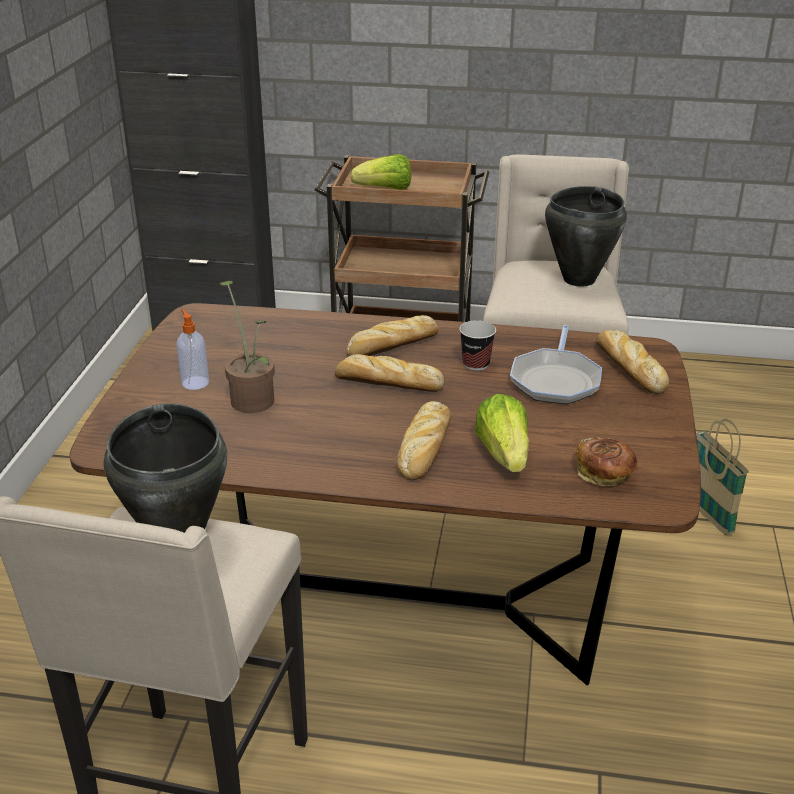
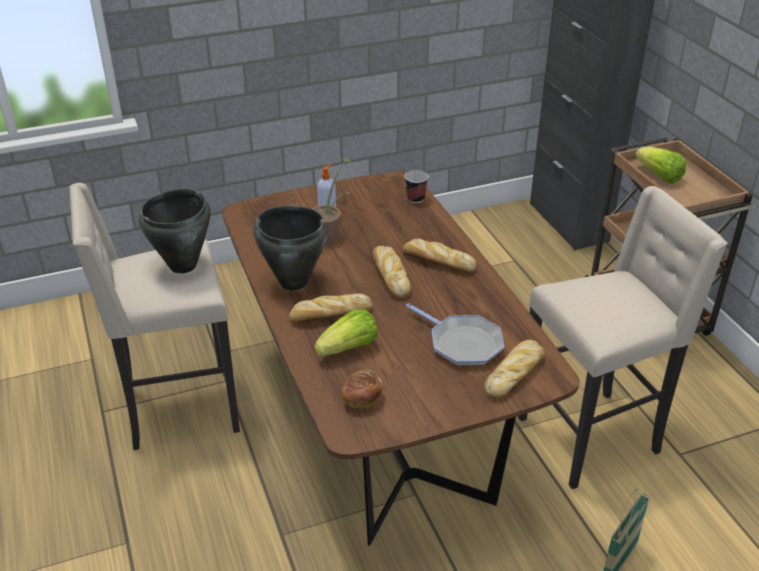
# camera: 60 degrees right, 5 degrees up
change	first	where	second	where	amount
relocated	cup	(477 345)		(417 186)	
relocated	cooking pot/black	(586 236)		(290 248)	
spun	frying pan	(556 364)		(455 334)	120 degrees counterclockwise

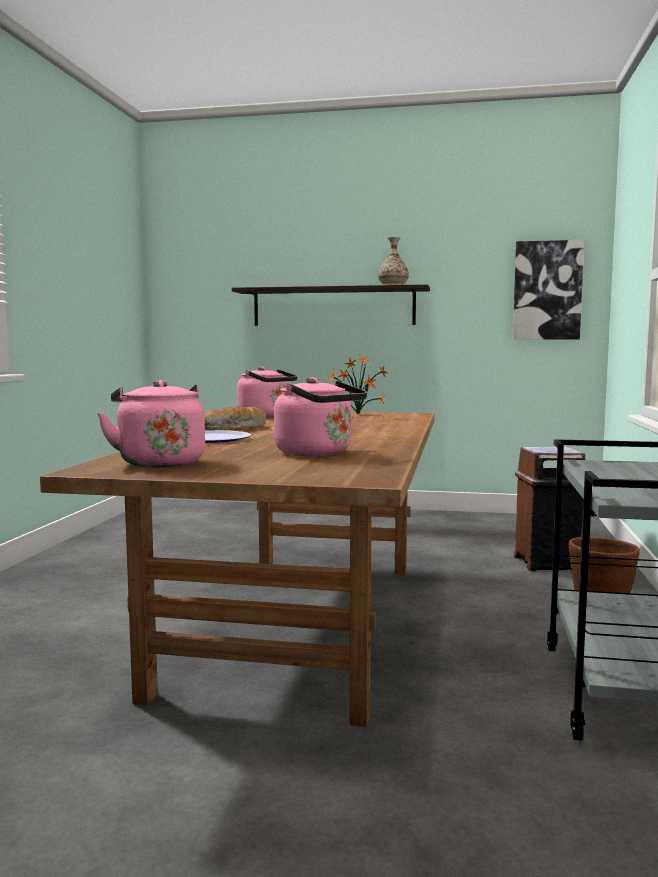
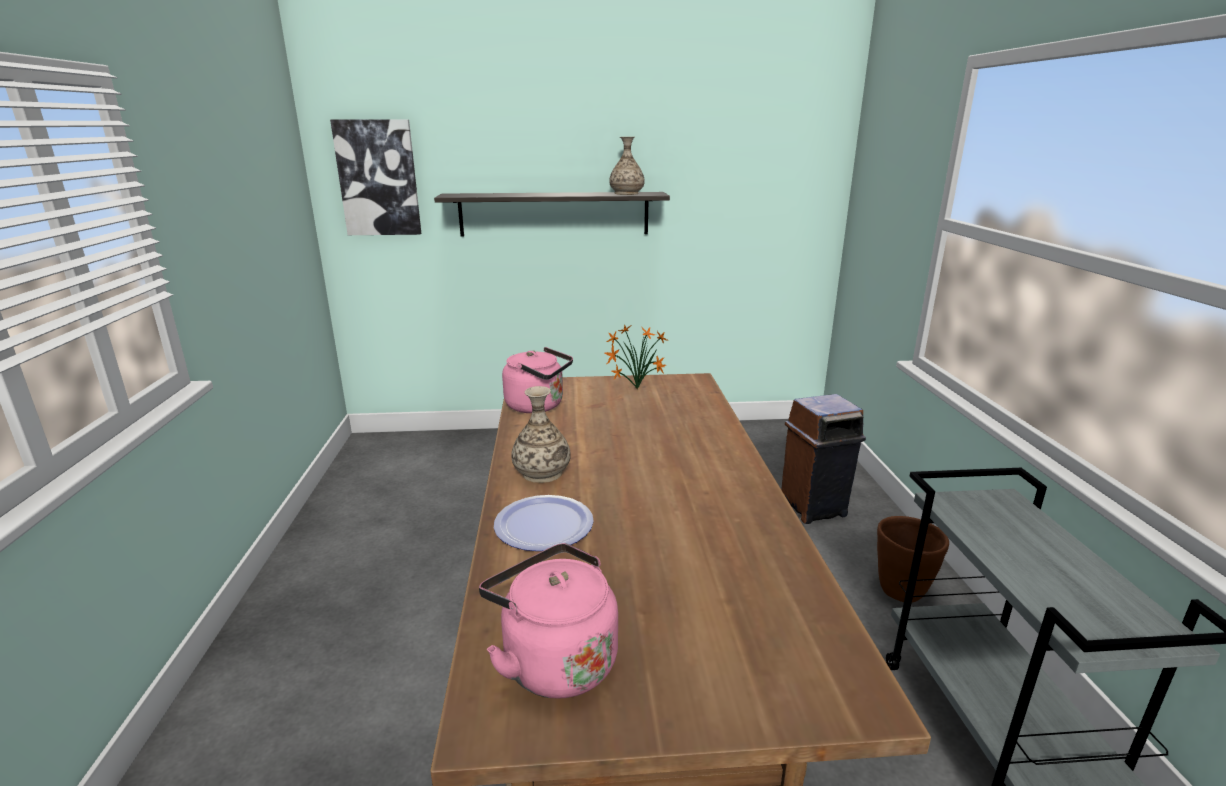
# camera: 15 degrees left, 15 degrees up
change	first	where	second	where	amount
missing	kettle/pink	(320 416)			
relocated	picture	(548 290)		(375 177)	
exchanged	bread	(235 418)	vase	(541 434)	

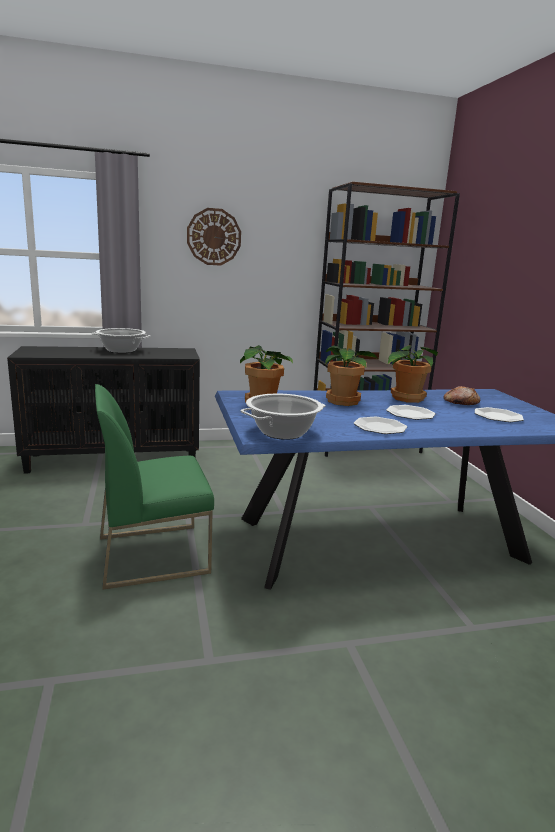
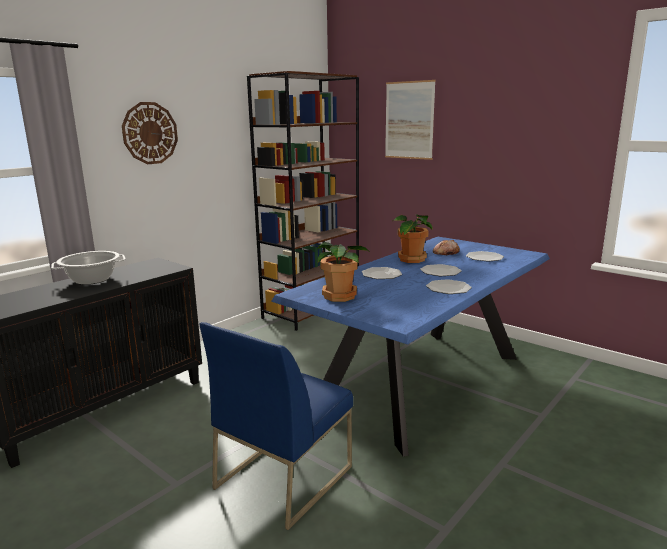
# camera: 35 degrees left, 0 degrees up
change	first	where	second	where	amount
missing	cooking pot	(283 417)			
appeared			picture	(410 120)	
exchanged	potted plant	(351 375)	plate	(382 273)	
colour	chair/green	(154 487)	chair/blue	(276 426)	

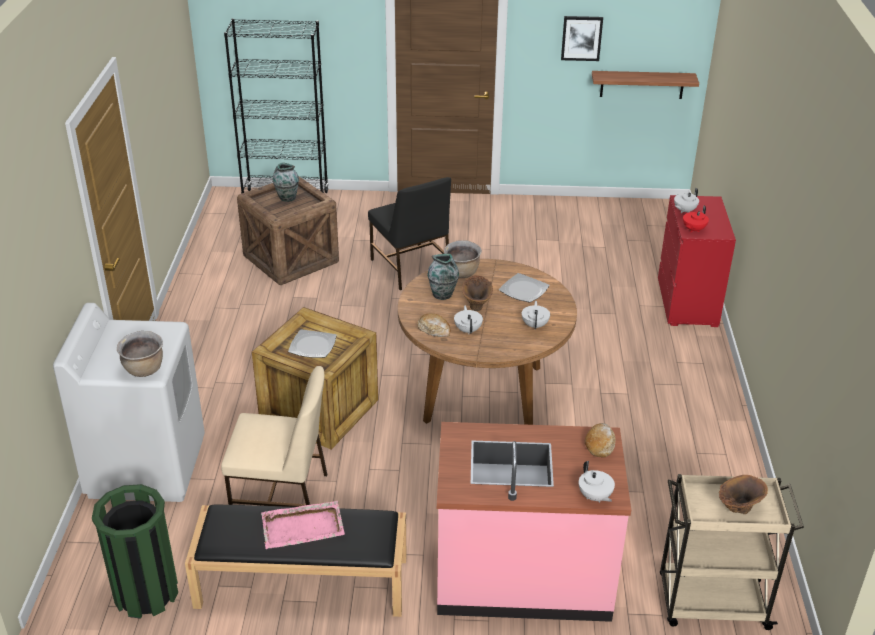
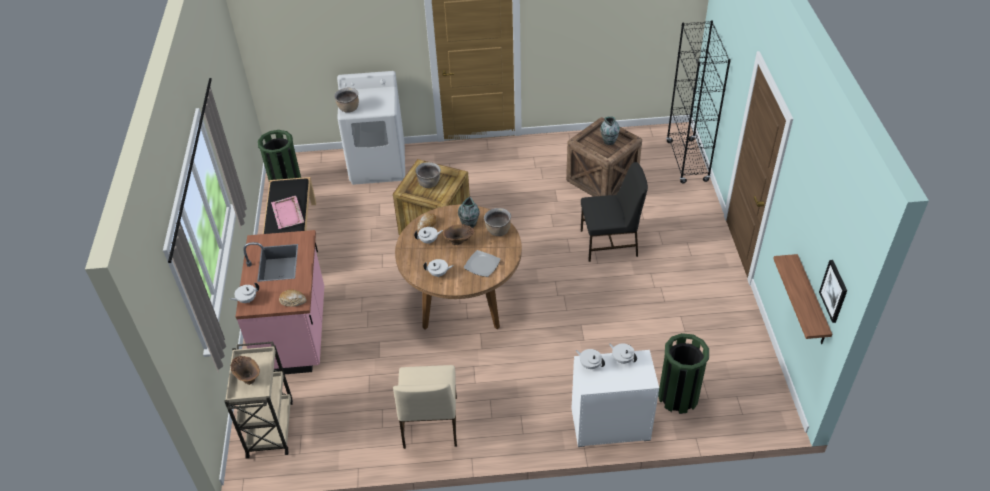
# camera: 85 degrees right, 10 degrees up
change	first	where	second	where	amount
appeared			trash can/green	(683 373)	
relocated	chair/beige	(274 436)		(425 407)	
relocated	picture	(582 38)		(833 291)	
exchanged	plate	(312 343)	cooking pot/brown	(428 175)	
colour	dresser/red	(697 261)	dresser/white	(615 398)	
colour	teapot/red	(696 219)	teapot/white	(590 359)	
spun	chair/black	(409 233)		(614 212)	150 degrees counterclockwise

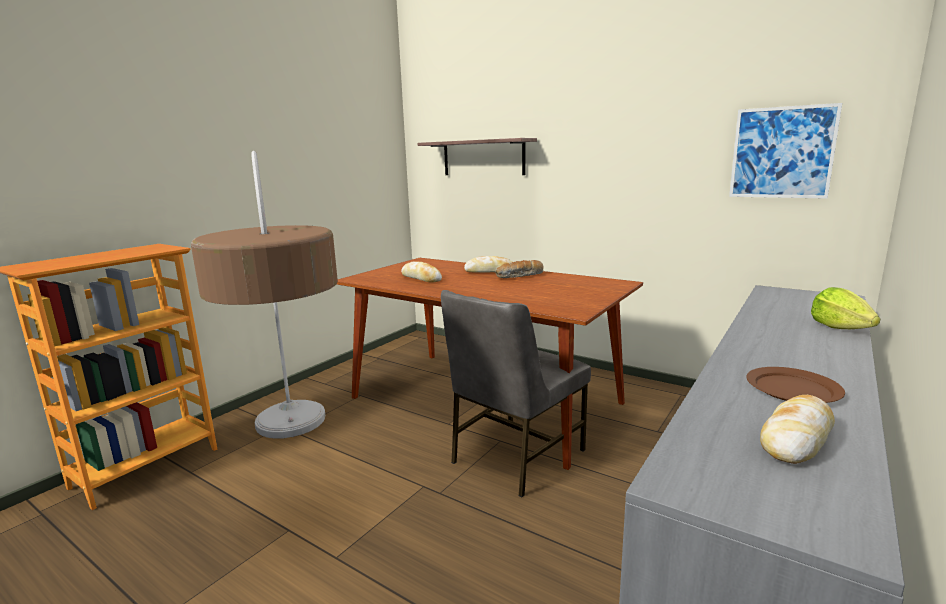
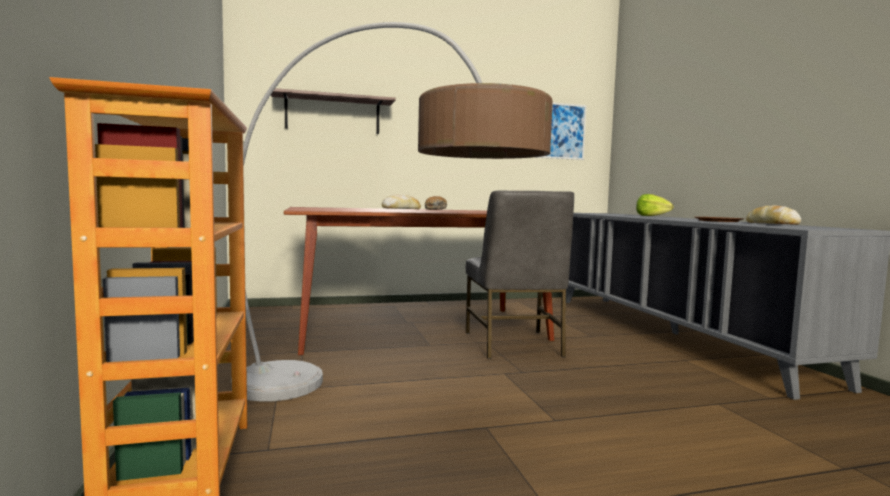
# camera: 50 degrees left, 10 degrees down
change	first	where	second	where	amount
missing	bread	(421 272)			

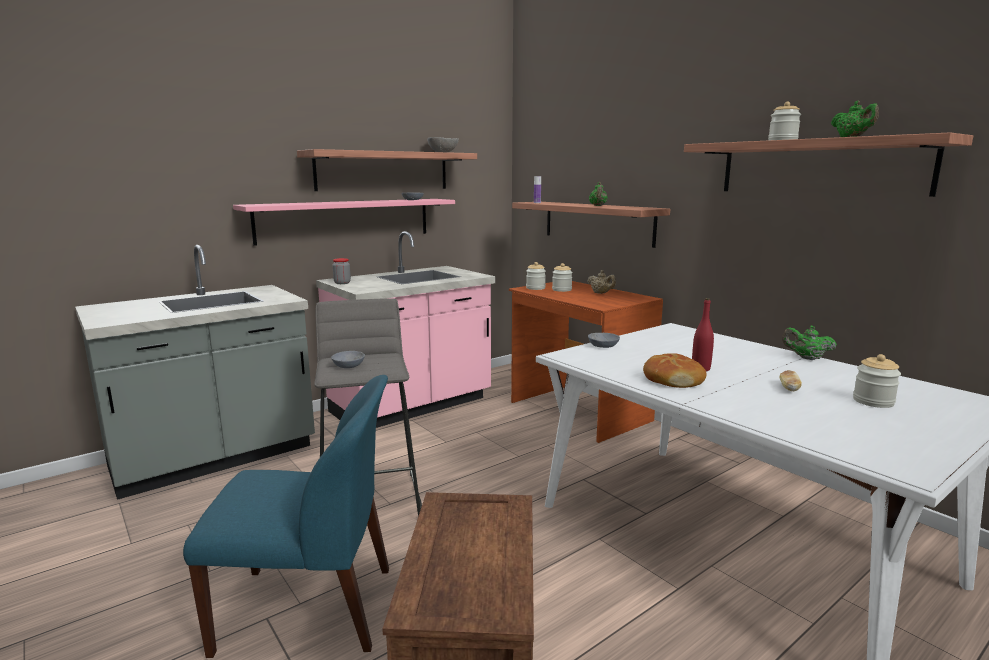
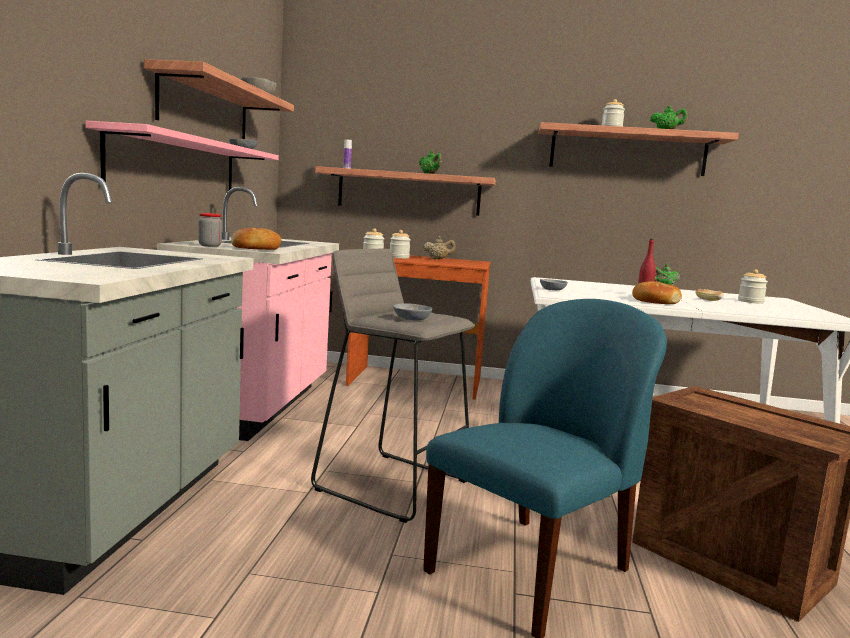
# camera: 45 degrees left, 5 degrees down
change	first	where	second	where	amount
appeared			bread	(256 239)	

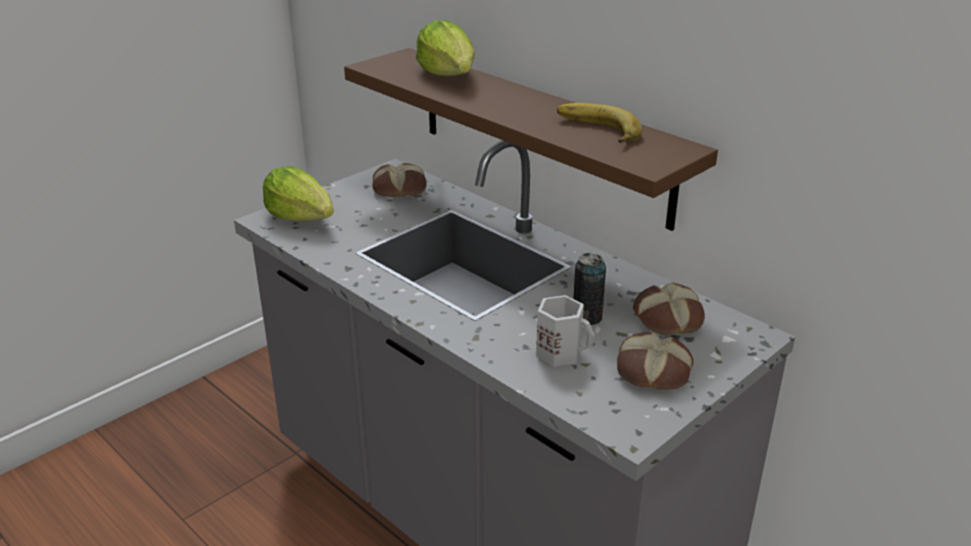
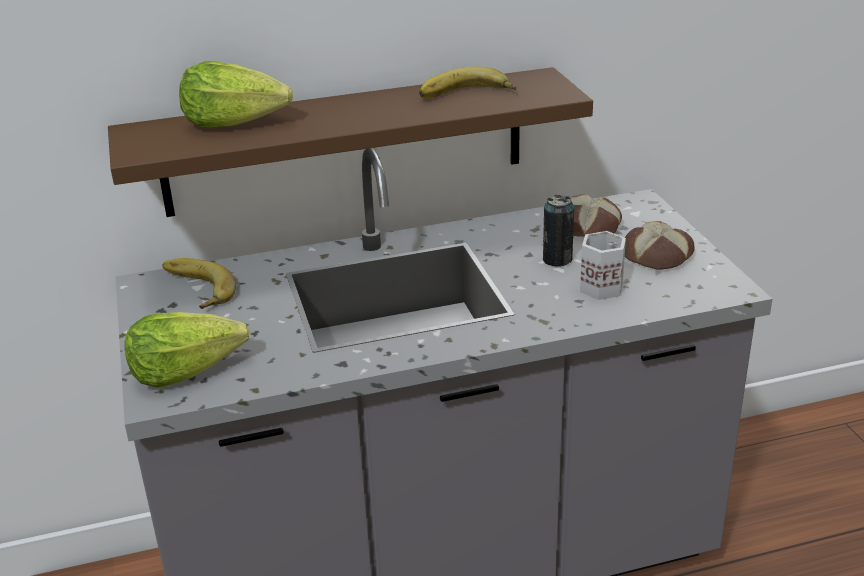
# camera: 60 degrees left, 0 degrees up
change	first	where	second	where	amount
exchanged	bread	(399 180)	banana	(199 283)	

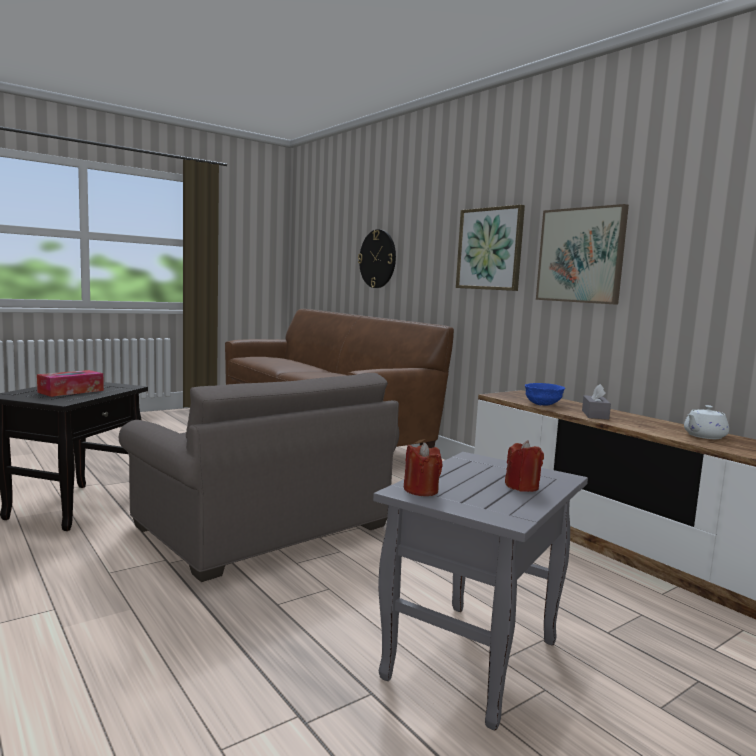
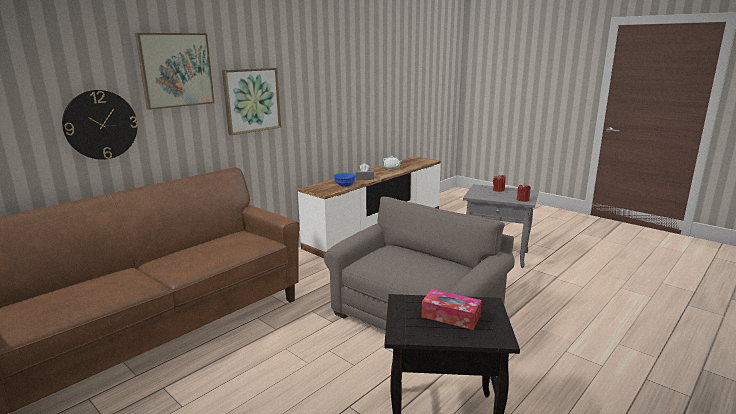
# camera: 100 degrees left, 10 degrees up
change	first	where	second	where	amount
relocated	picture	(582 254)		(175 71)	

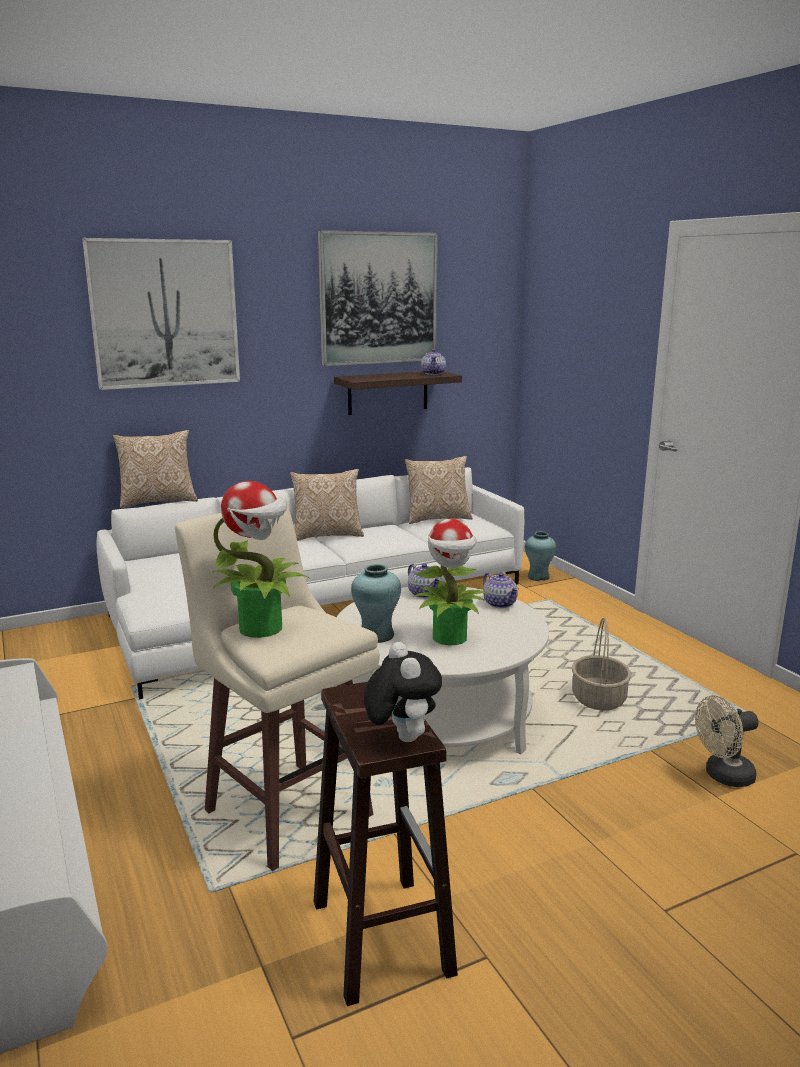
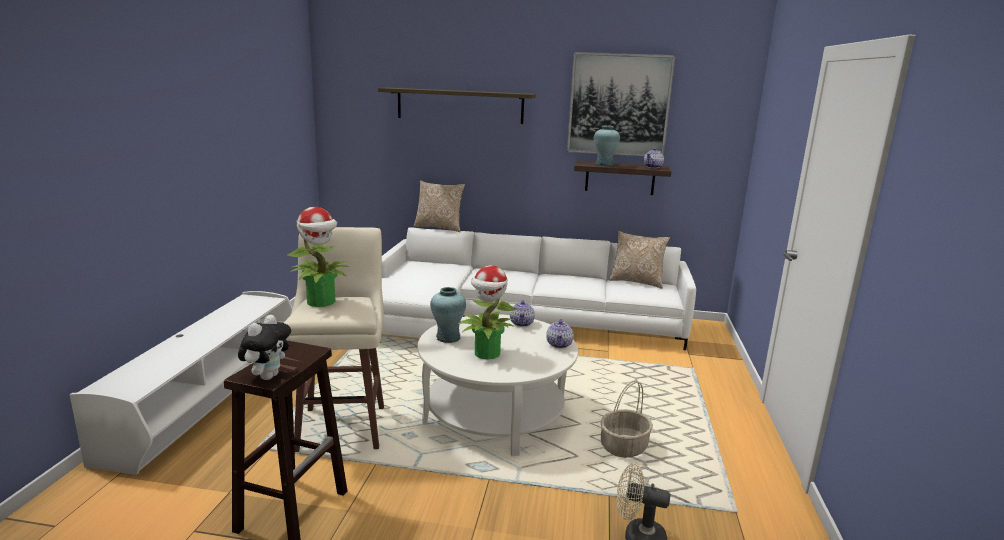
# camera: 35 degrees right, 0 degrees up
change	first	where	second	where	amount
missing	pillow	(327 505)			
relocated	vase/turquoise	(541 556)		(607 146)	
exchanged	picture	(161 314)	shelf	(457 106)	

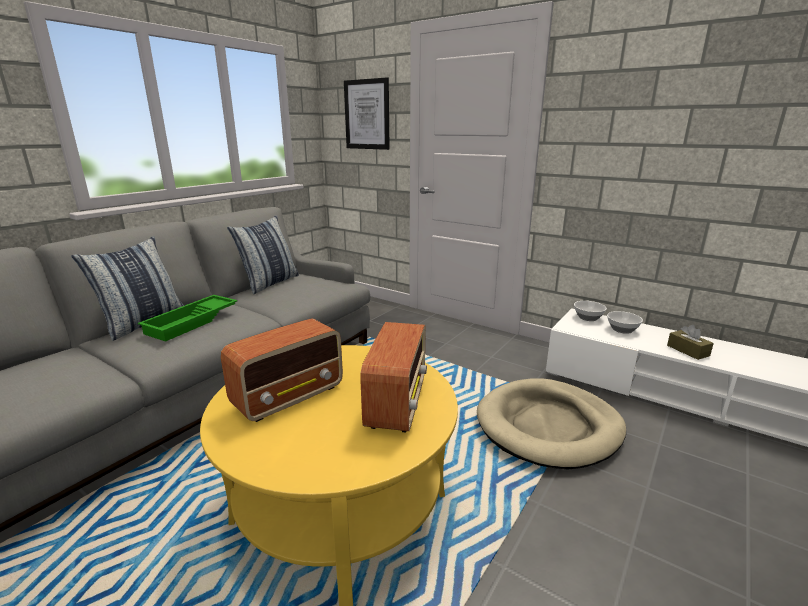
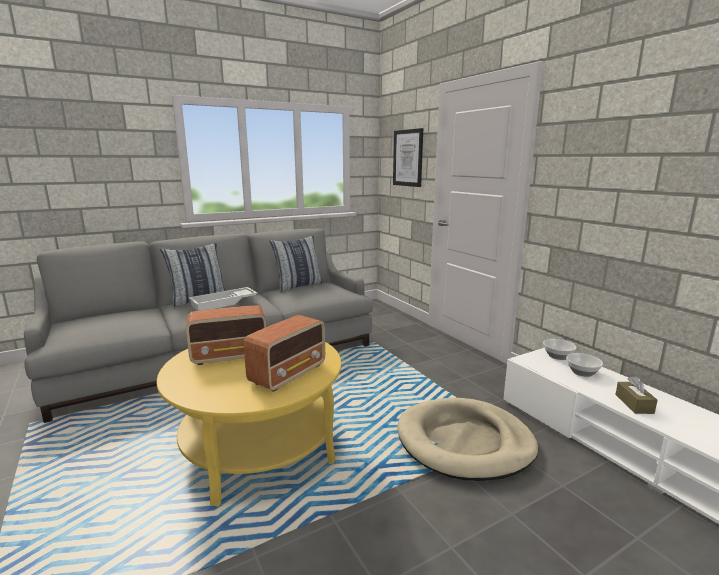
# camera: 25 degrees right, 5 degrees down
change	first	where	second	where	amount
colour	tray/green	(188 318)	tray/white	(223 299)	

